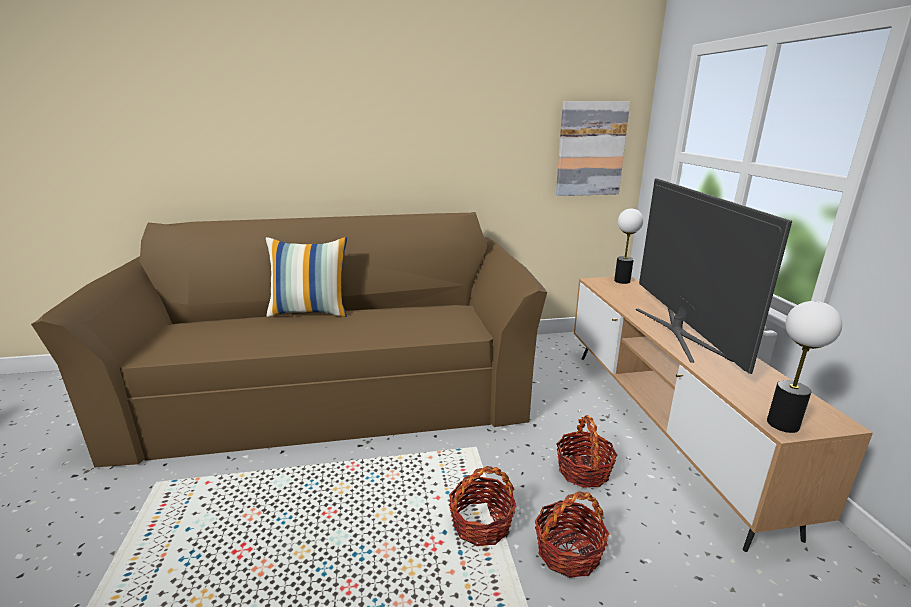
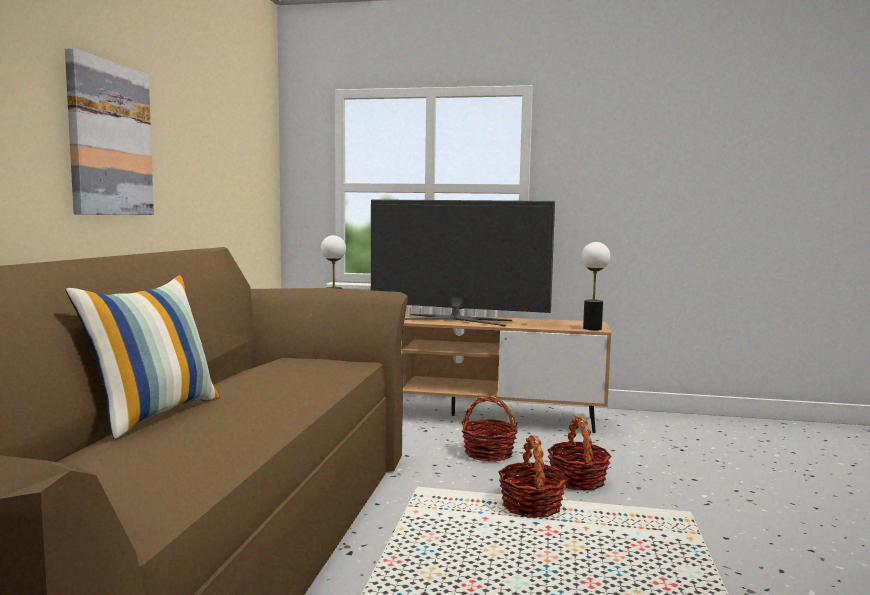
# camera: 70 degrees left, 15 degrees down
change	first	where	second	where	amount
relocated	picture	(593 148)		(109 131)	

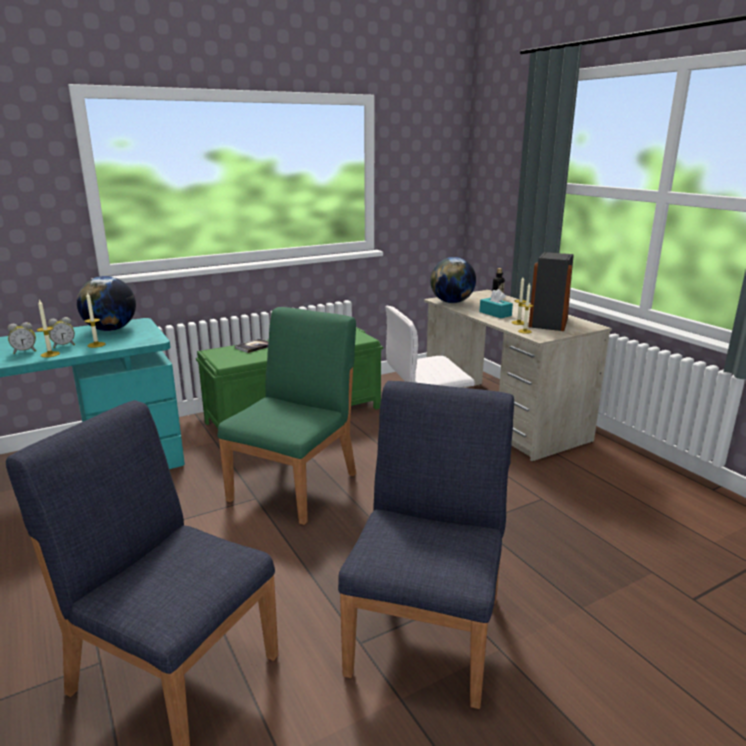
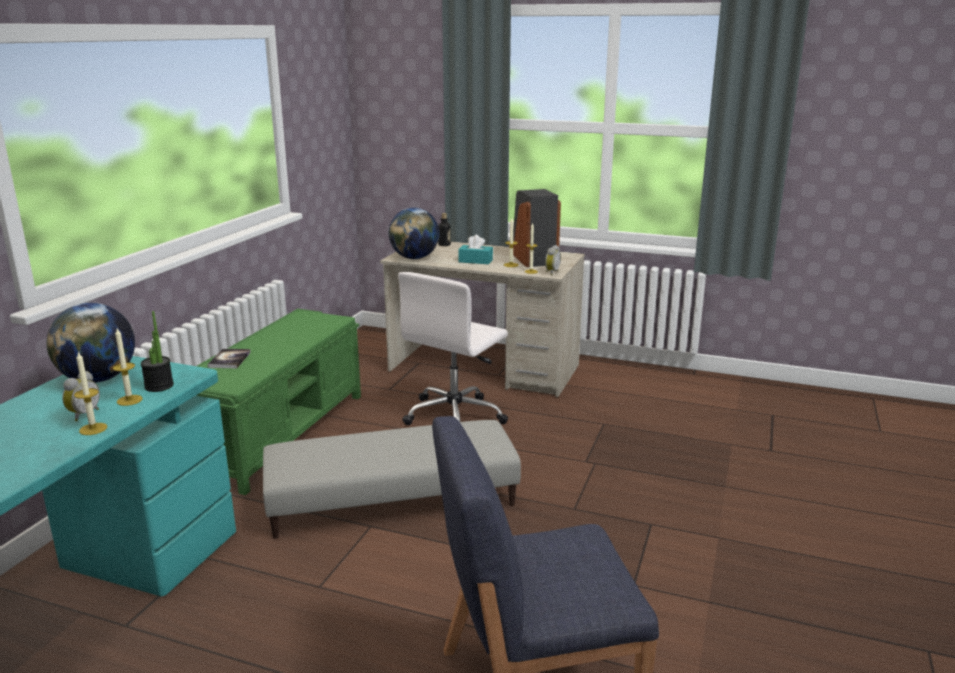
# camera: 40 degrees left, 0 degrees up
change	first	where	second	where	amount
missing	chair/blue	(426 545)			
appeared			potted plant	(157 351)	
relocated	alarm clock	(21 338)		(553 260)	
exchanged	chair/green	(287 416)	ottoman/grey	(392 479)	

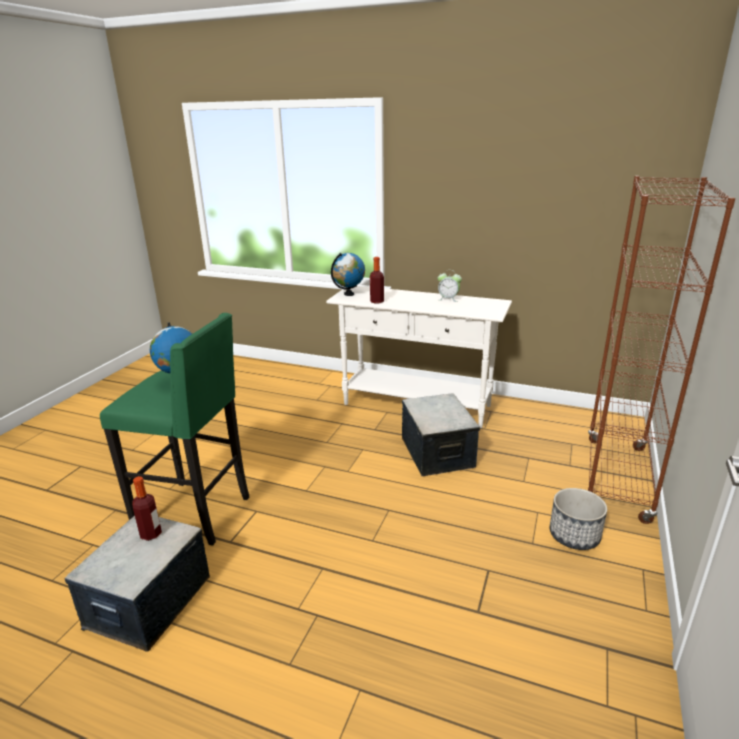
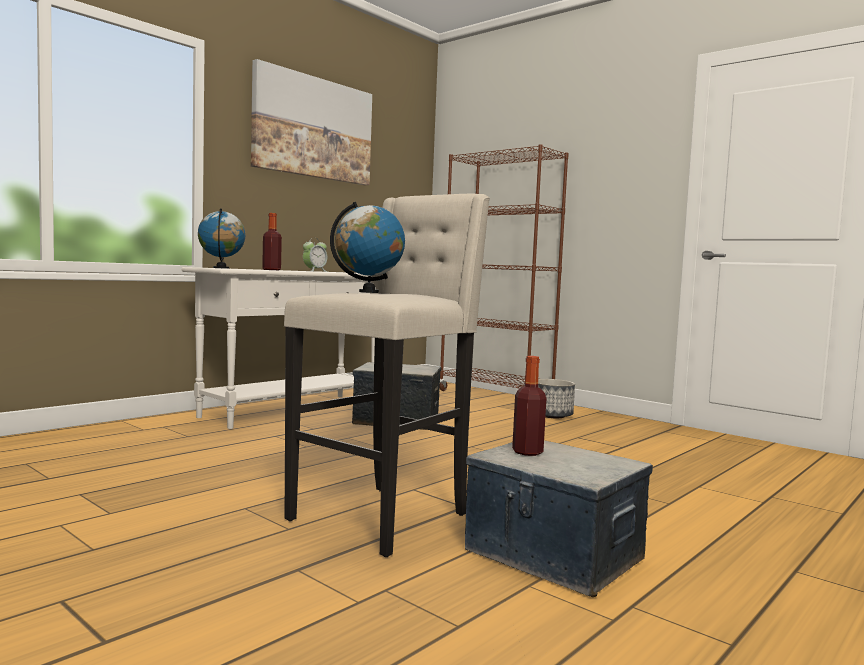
# camera: 70 degrees left, 20 degrees down
change	first	where	second	where	amount
appeared			picture	(311 122)	
colour	stool/green	(174 429)	stool/beige	(387 375)	

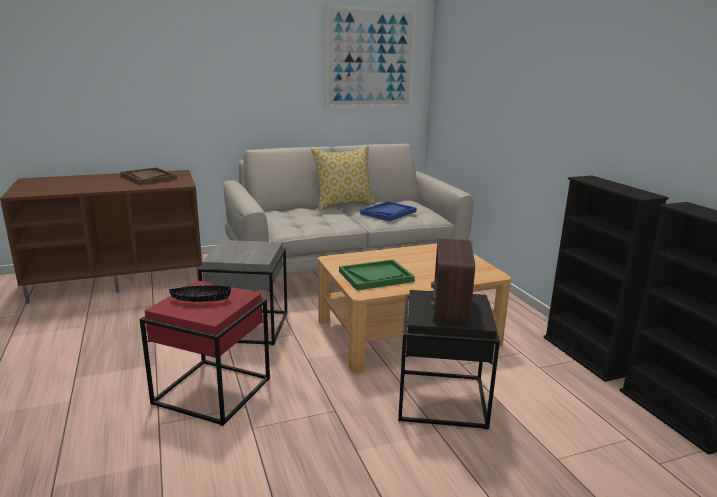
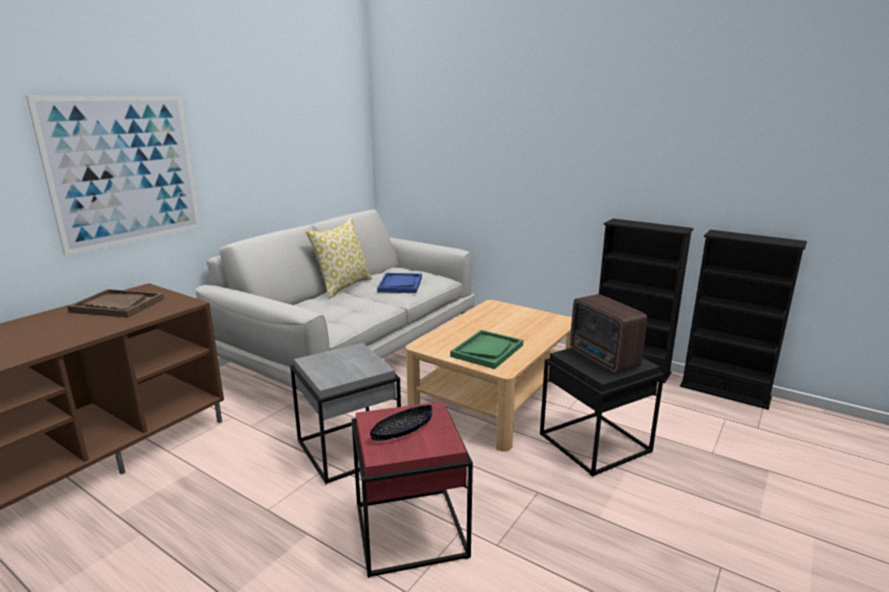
# camera: 35 degrees left, 0 degrees up
change	first	where	second	where	amount
relocated	picture	(370 56)		(113 176)	

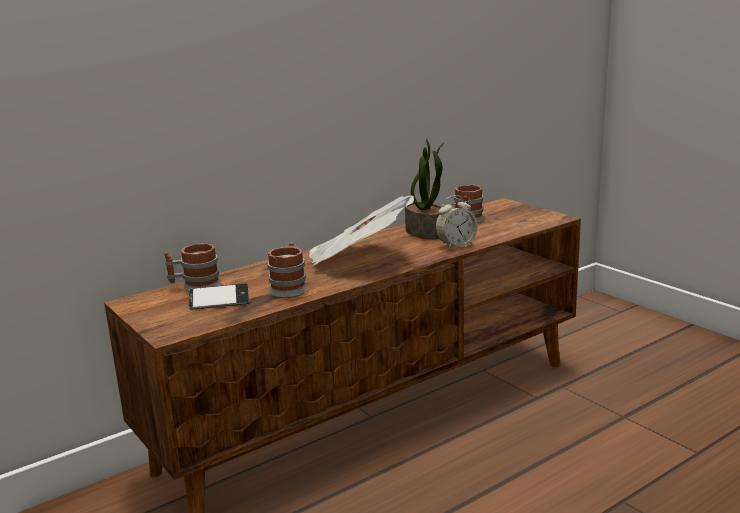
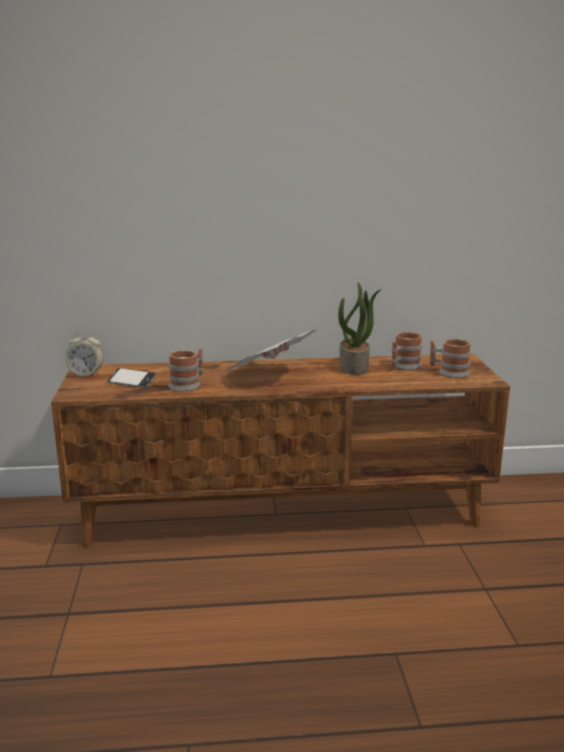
# camera: 30 degrees right, 0 degrees up
change	first	where	second	where	amount
relocated	mug	(193 267)		(450 358)	
relocated	alarm clock	(456 222)		(84 354)	

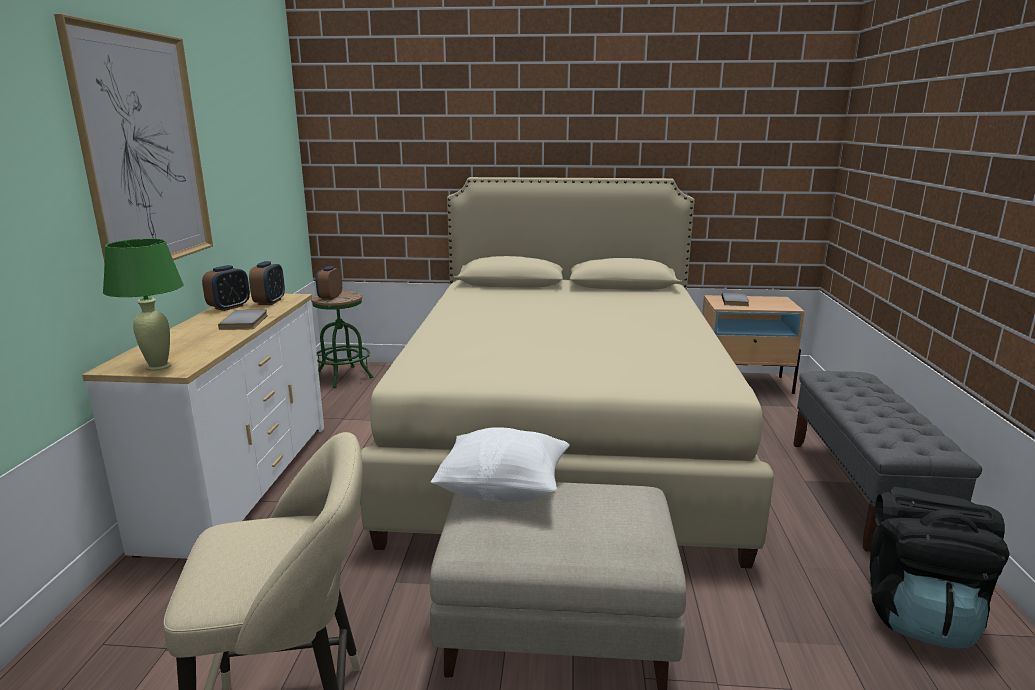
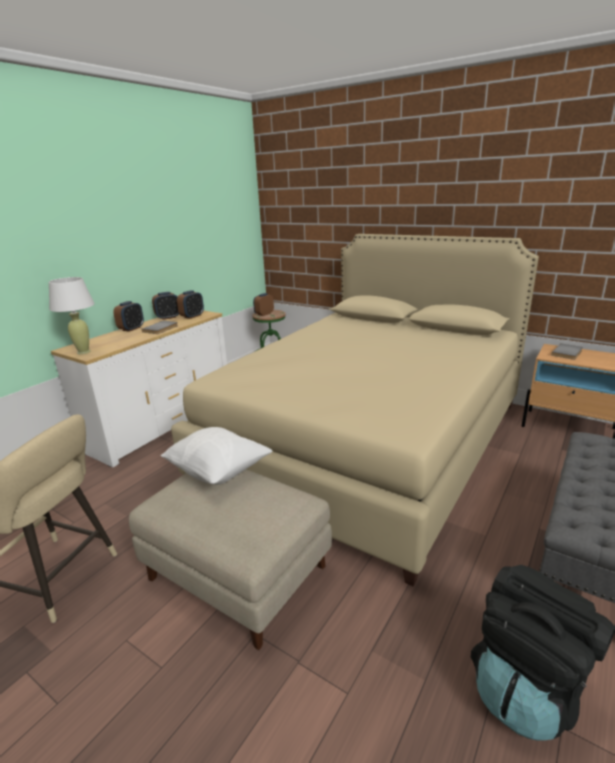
# camera: 30 degrees right, 5 degrees up
change	first	where	second	where	amount
missing	picture	(133 138)			
appeared			alarm clock	(128 316)	
colour	table lamp/green	(143 305)	table lamp/white	(72 315)	

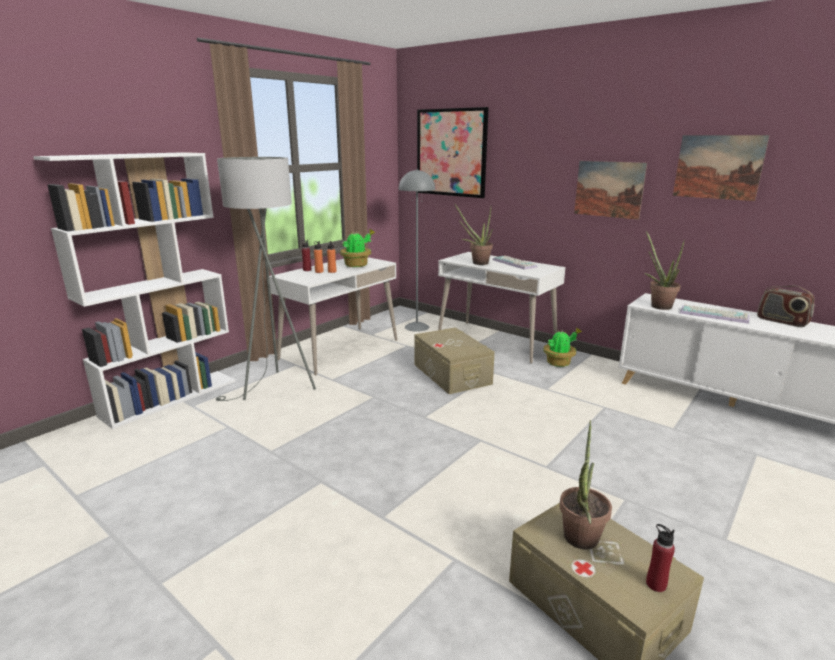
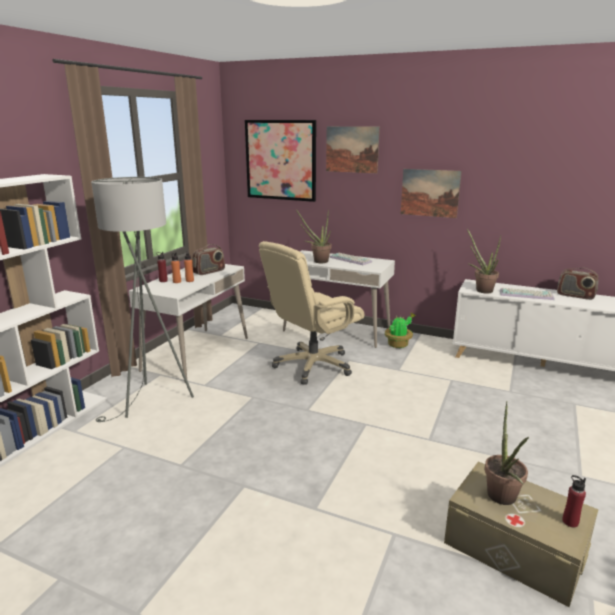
# camera: 15 degrees left, 0 degrees up
change	first	where	second	where	amount
missing	floor lamp/grey	(417 250)			
relocated	picture	(721 168)		(353 149)	
exchanged	potted plant	(357 248)	radio	(208 259)	
exchanged	storage box/beige	(455 360)	office chair/beige	(311 313)	

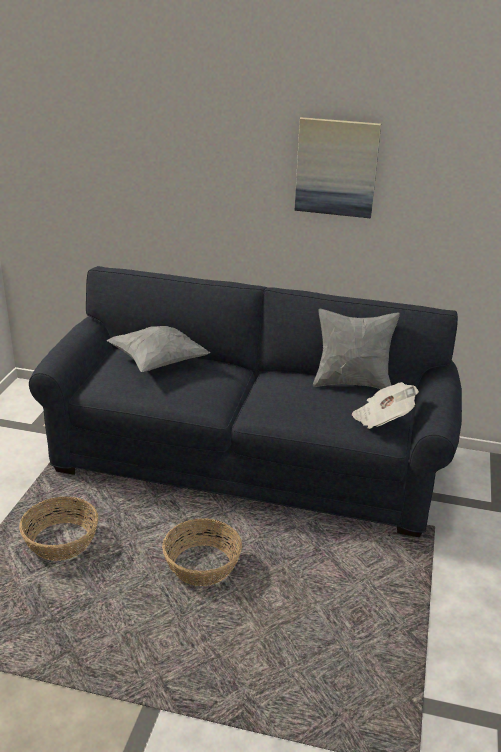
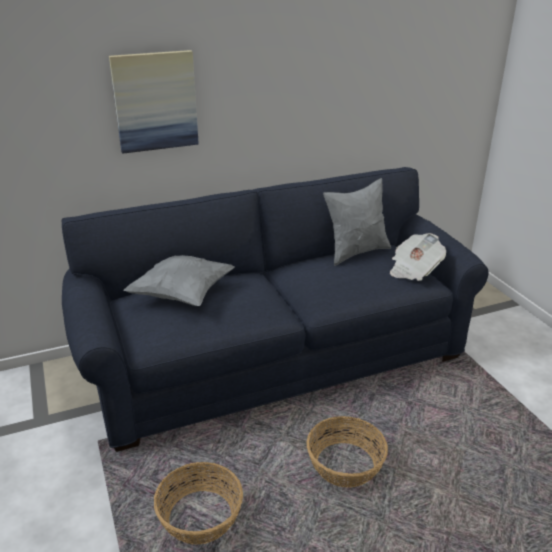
# camera: 35 degrees left, 0 degrees up
change	first	where	second	where	amount
relocated	picture	(338 167)		(154 102)	

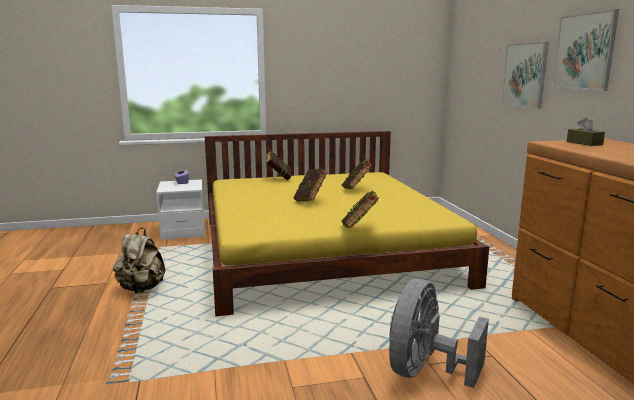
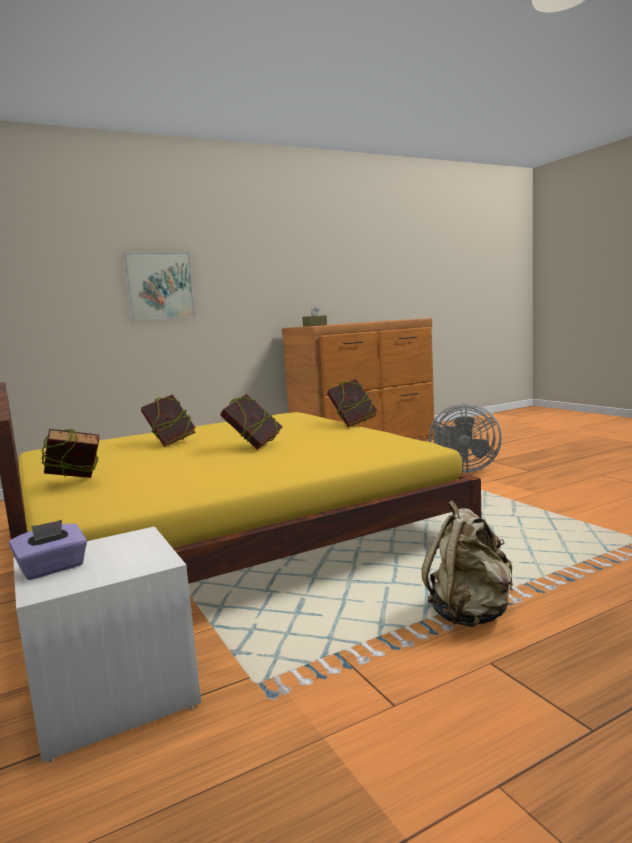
# camera: 105 degrees left, 5 degrees down
change	first	where	second	where	amount
missing	picture	(585 50)			

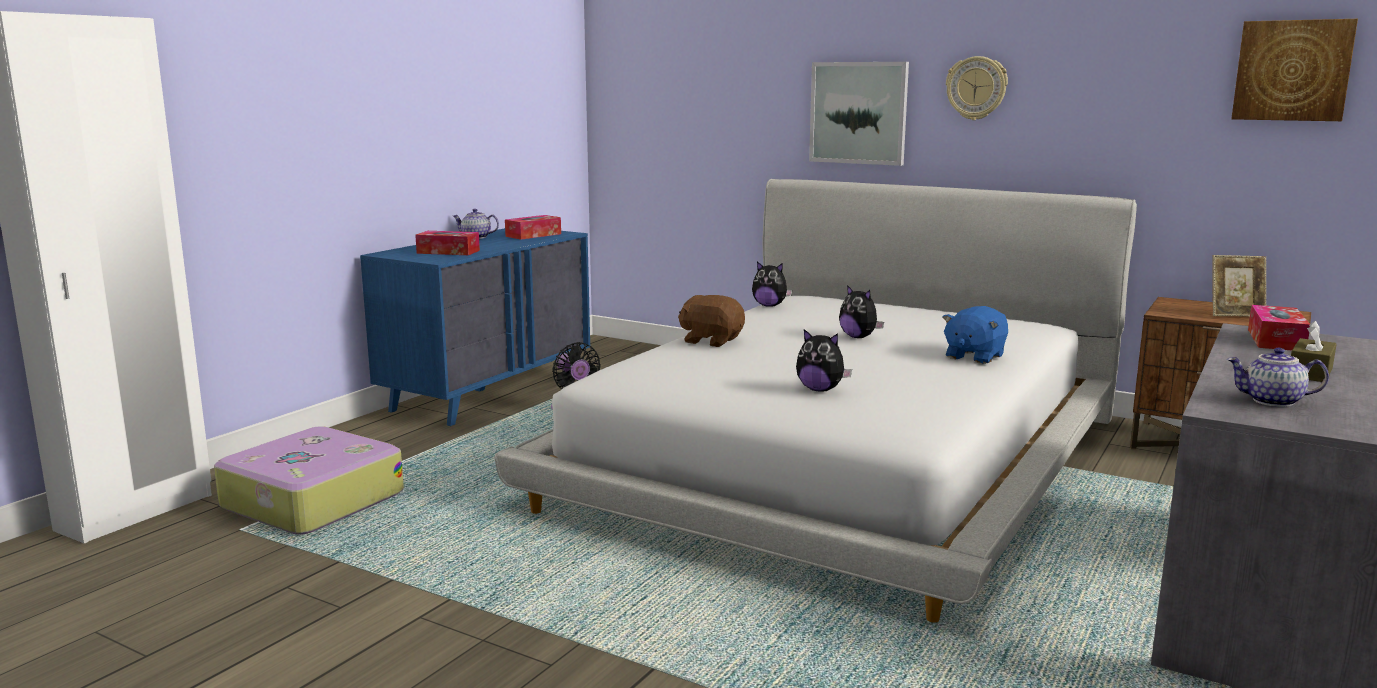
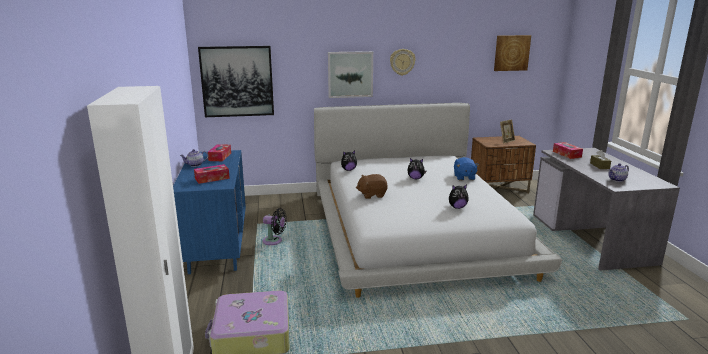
# camera: 40 degrees left, 5 degrees up
change	first	where	second	where	amount
appeared			picture	(236 81)	

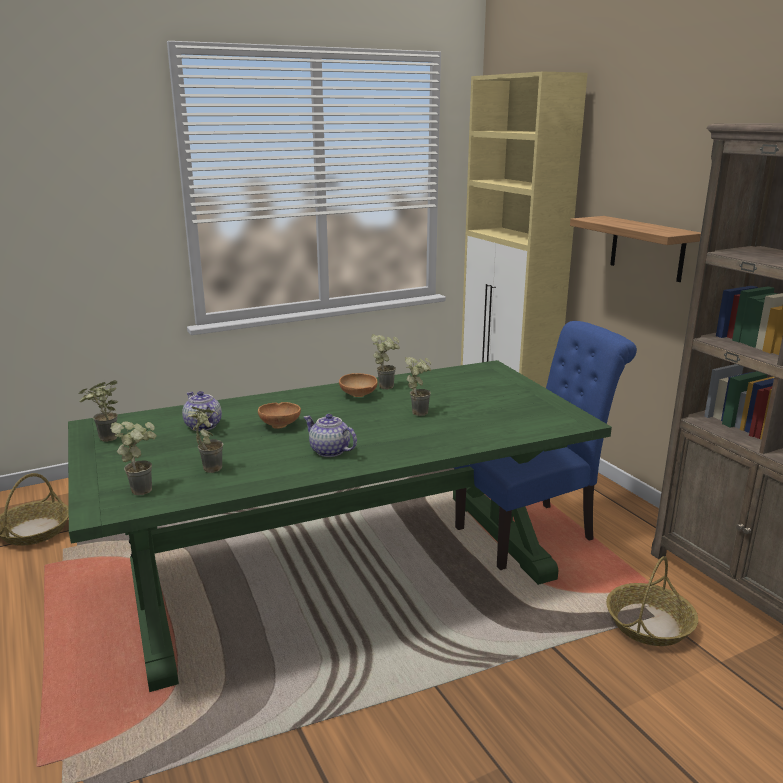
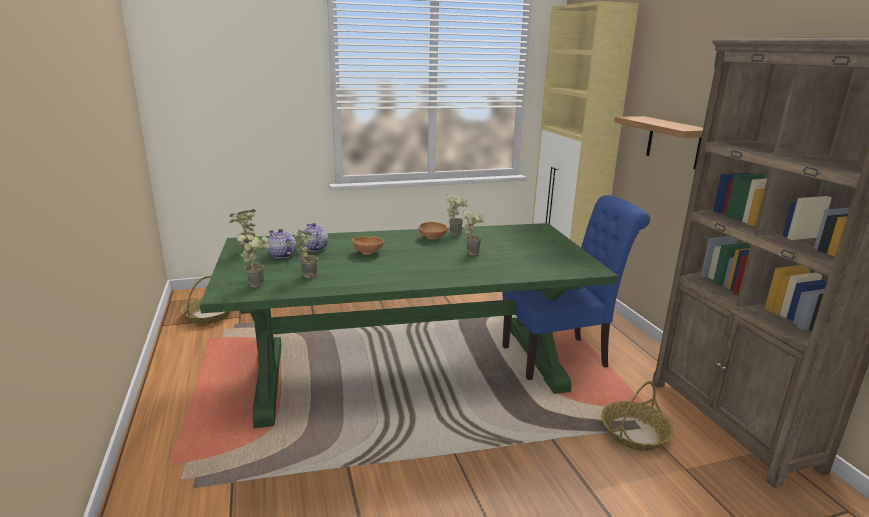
# camera: 10 degrees right, 0 degrees up
change	first	where	second	where	amount
relocated	teapot	(330 435)		(281 244)	

